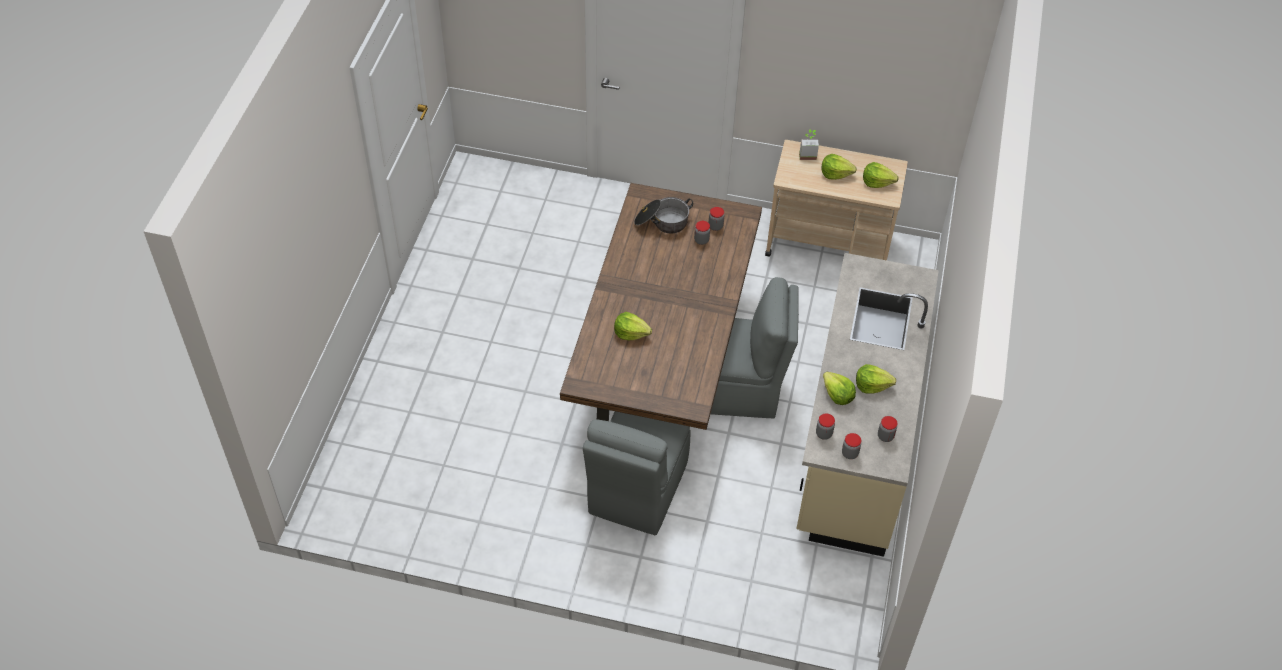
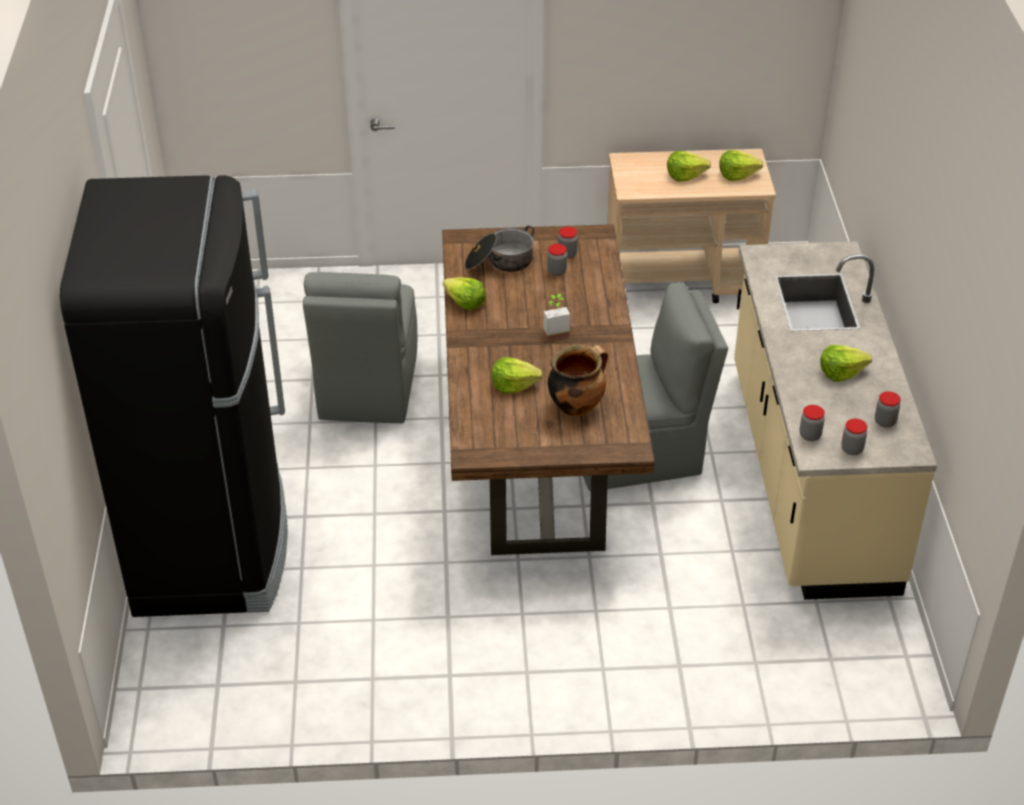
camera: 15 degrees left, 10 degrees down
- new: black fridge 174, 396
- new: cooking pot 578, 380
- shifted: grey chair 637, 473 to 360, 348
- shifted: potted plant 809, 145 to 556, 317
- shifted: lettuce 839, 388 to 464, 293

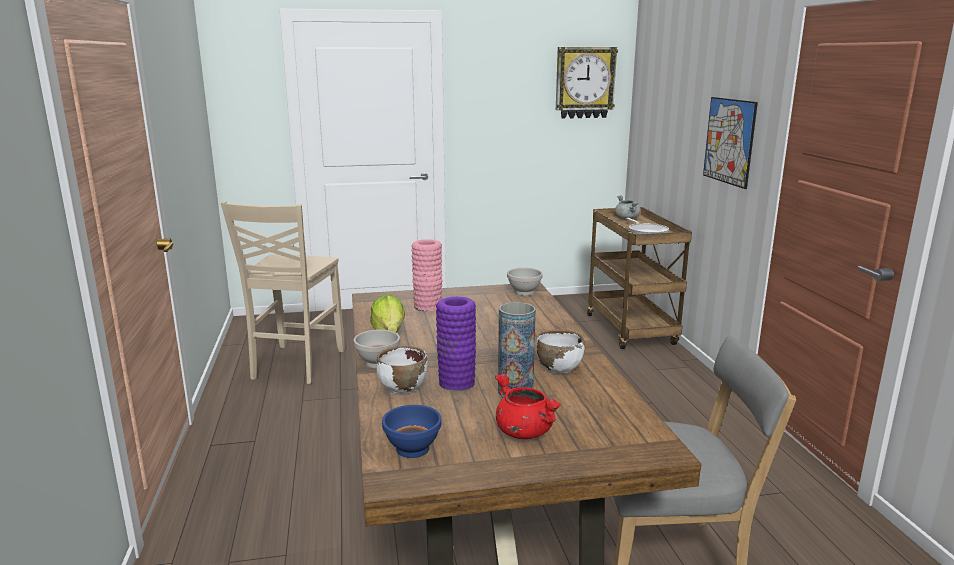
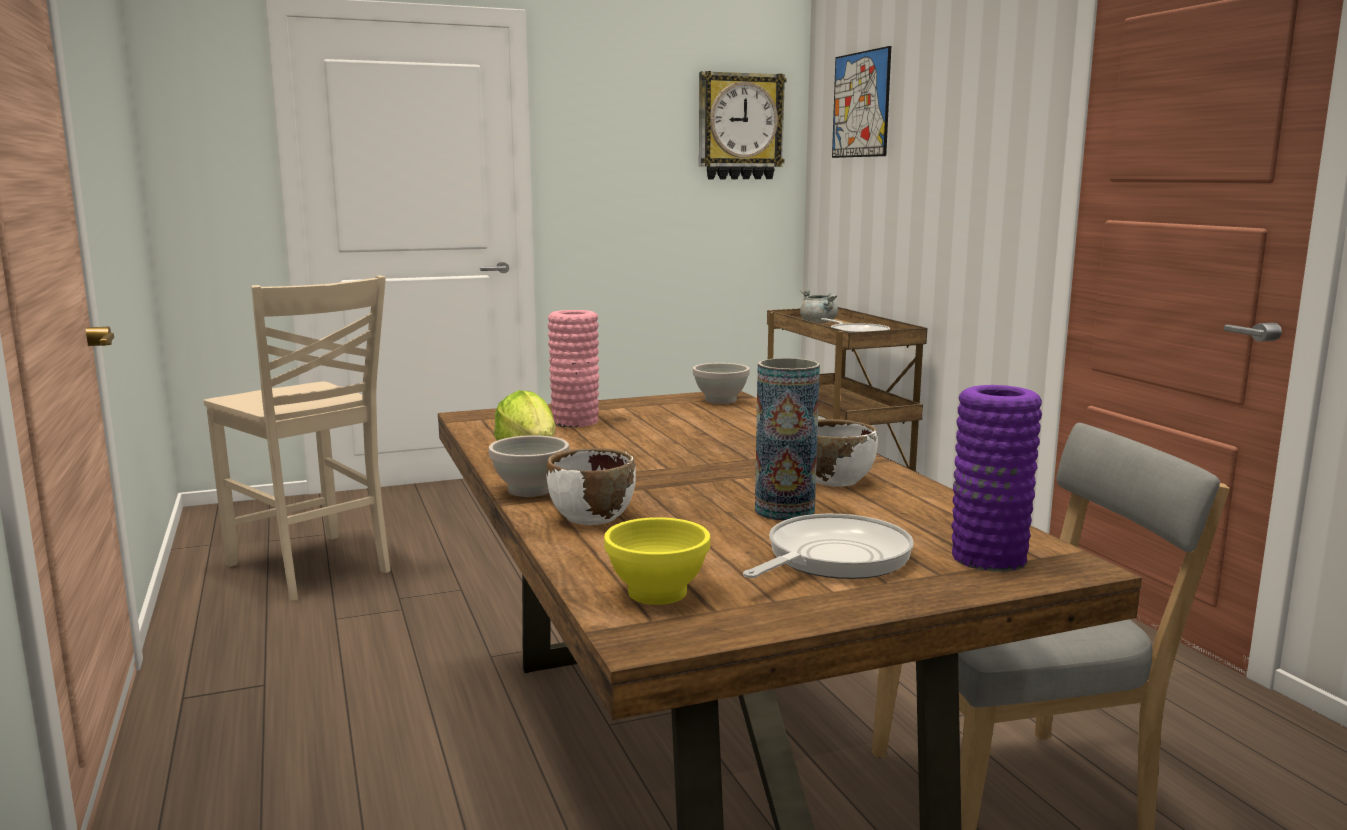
camera: 10 degrees left, 5 degrees down
- shifted: purple vase 456, 343 to 996, 478
- shifted: picture 730, 143 to 861, 102
- swapped: red cooking pot 528, 406 to frying pan 828, 546
- repainted: blue bowl 412, 431 to yellow bowl 657, 561
- rotated: beige chair 283, 293 = 297, 438 45 degrees counterclockwise

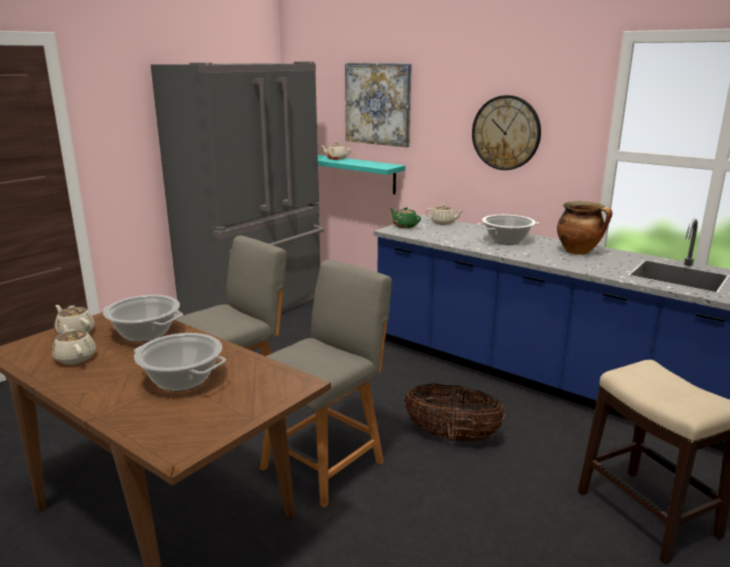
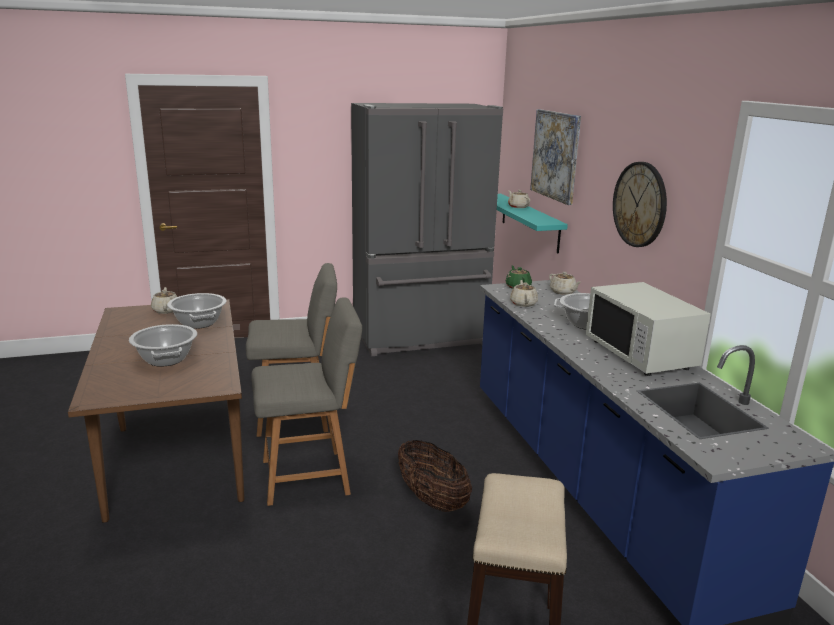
camera: 35 degrees right, 0 degrees up
- shifted: beige teapot 74, 345 to 524, 293
- swapped: cooking pot 584, 228 to white microwave 648, 329

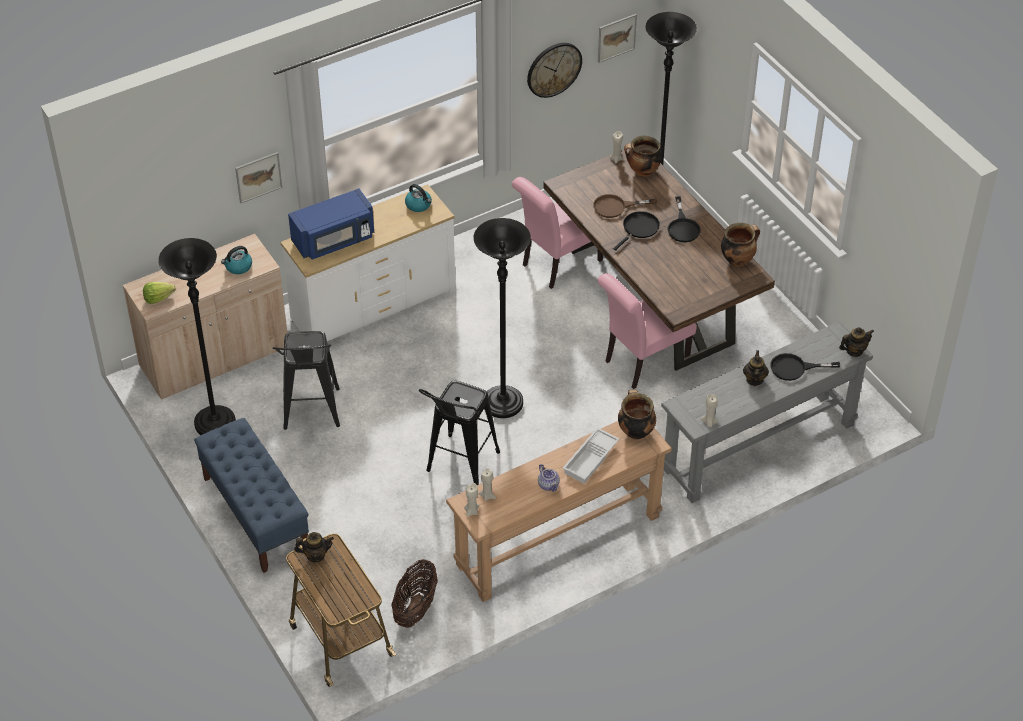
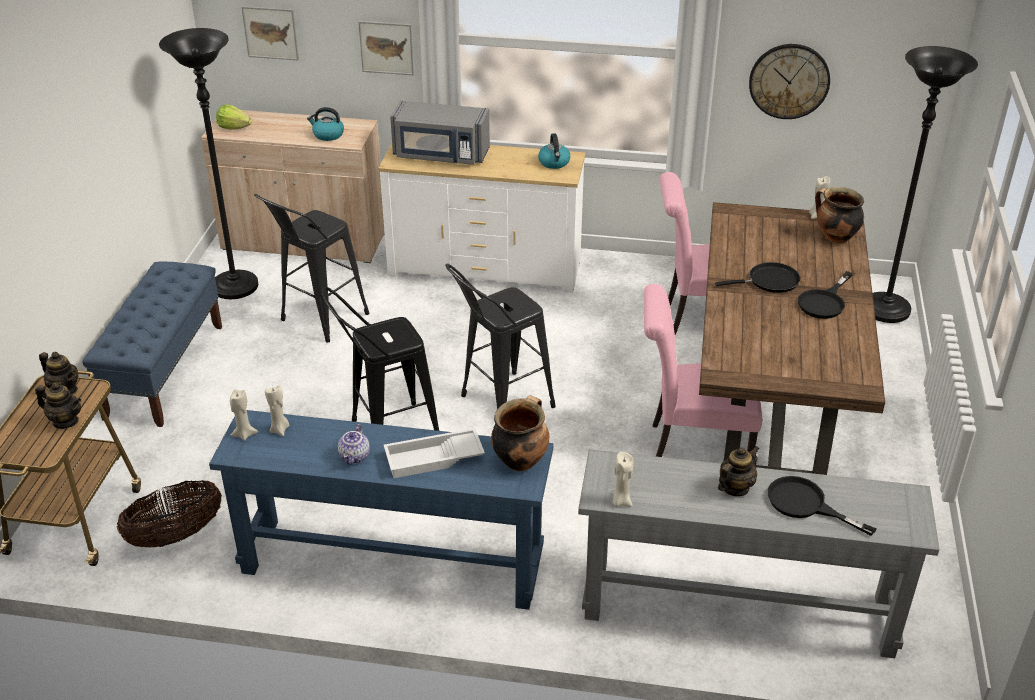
camera: 40 degrees right, 10 degrees down
- gone: brown frying pan 625, 206
- gone: cooking pot 740, 244
- shifted: picture 617, 38 to 270, 33
- shifted: teapot 856, 342 to 58, 405
- swapped: black floor lamp 502, 318 to black stool 500, 336
- repainted: blue microwave 331, 224 to grey microwave 440, 132
- repainted: brown console table 559, 511 to blue console table 381, 510

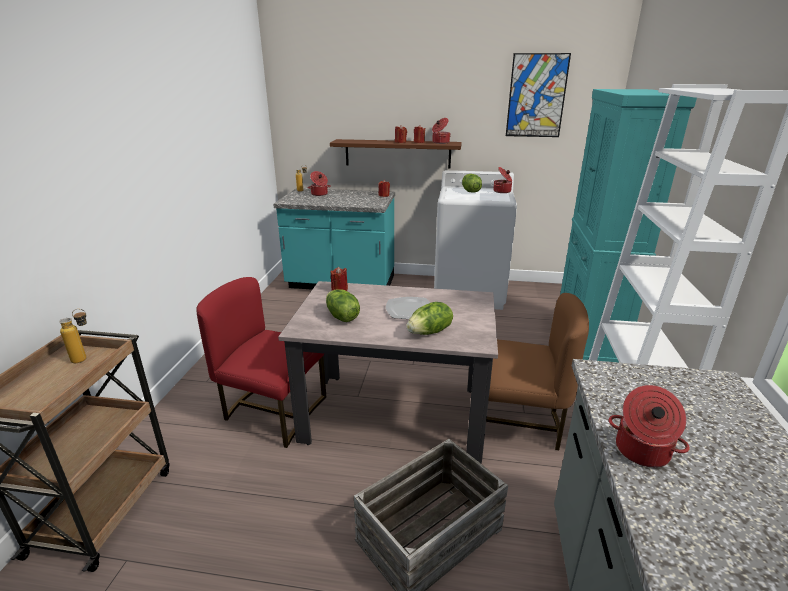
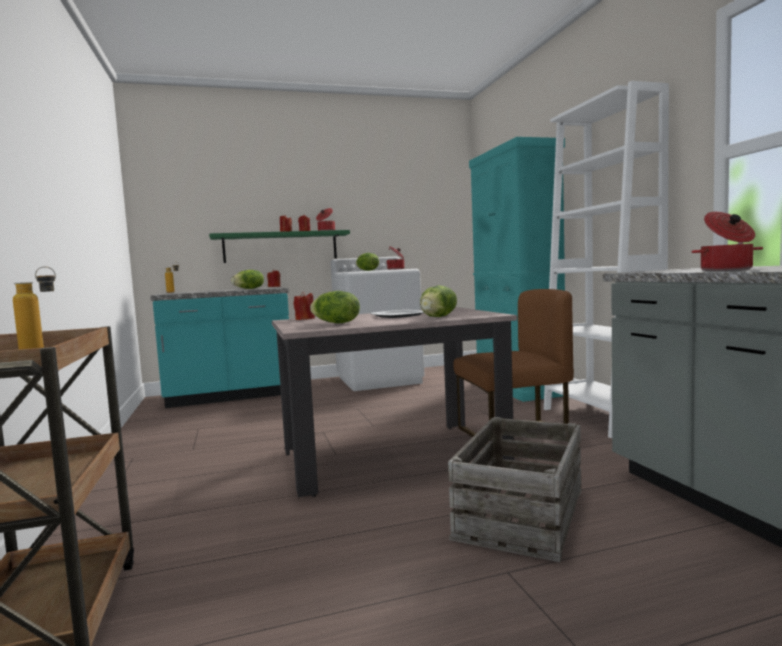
camera: 25 degrees left, 20 degrees down
- gone: red chair 261, 362
- gone: cooking pot 319, 183
- gone: picture 538, 95
- new: lettuce 247, 279
- repainted: brown shelf 396, 154 to green shelf 279, 246

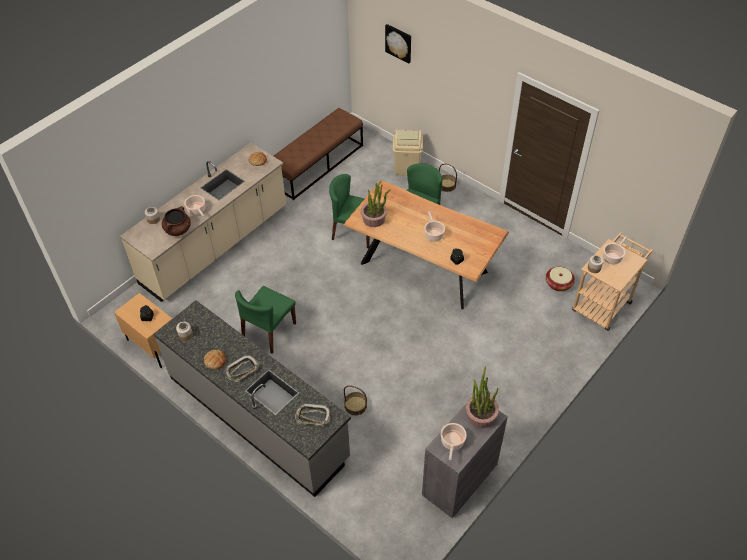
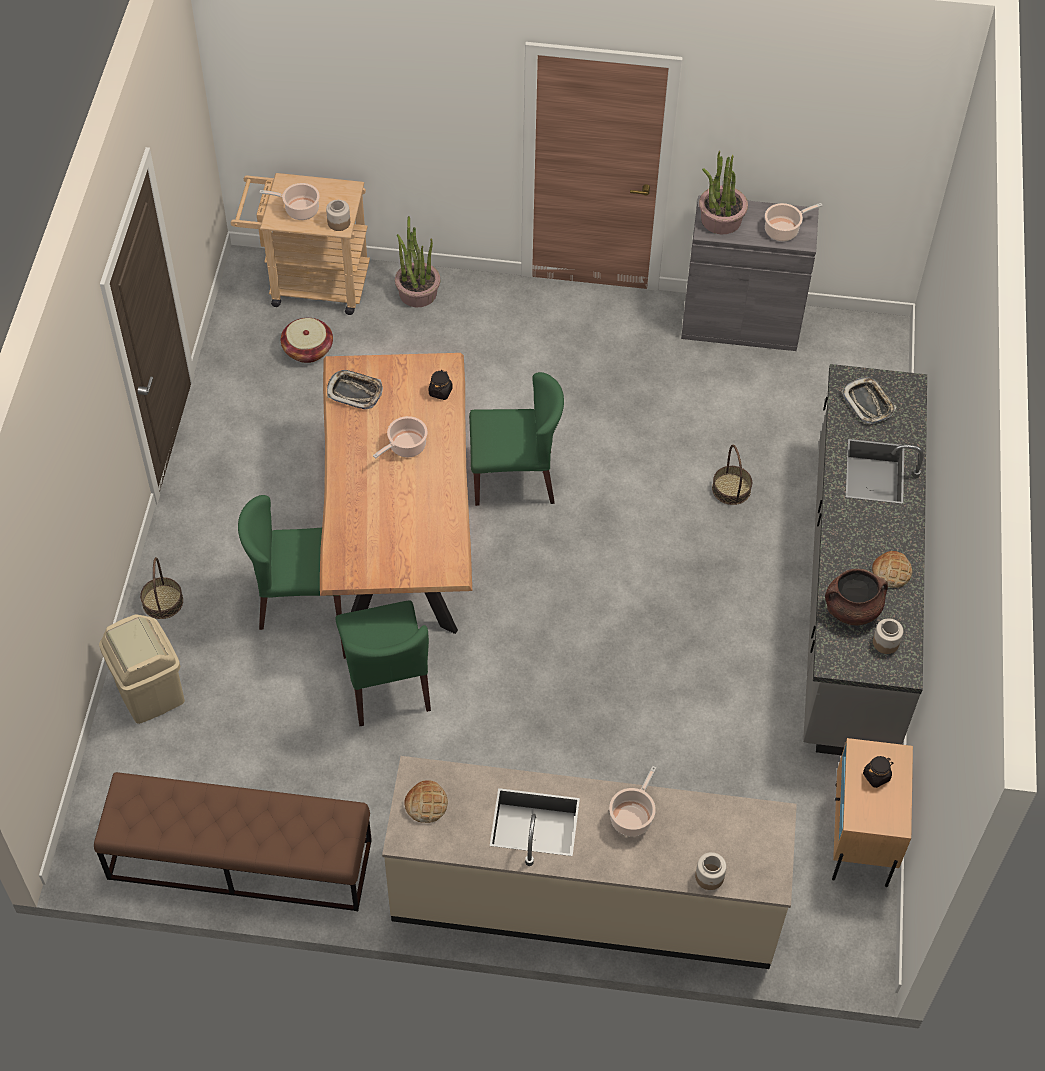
camera: 125 degrees left, 5 degrees up
- gone: picture 398, 43
- shifted: brown cooking pot 176, 221 to 856, 597
- shifted: tray 242, 368 to 355, 389
- shifted: green chair 265, 320 to 516, 439
- shifted: potted plant 375, 204 to 417, 262

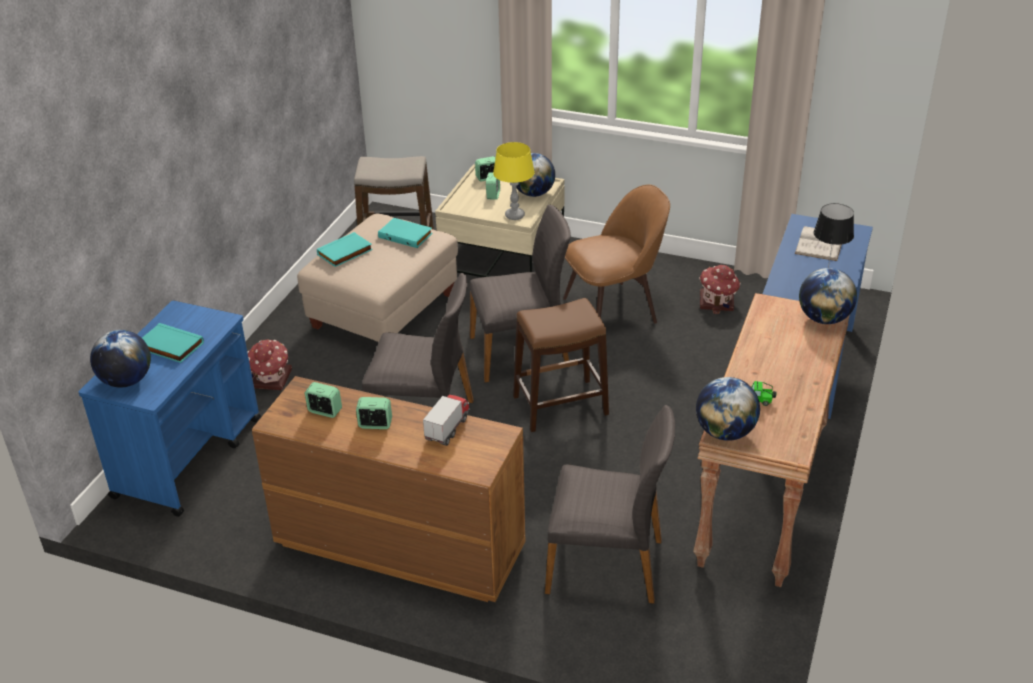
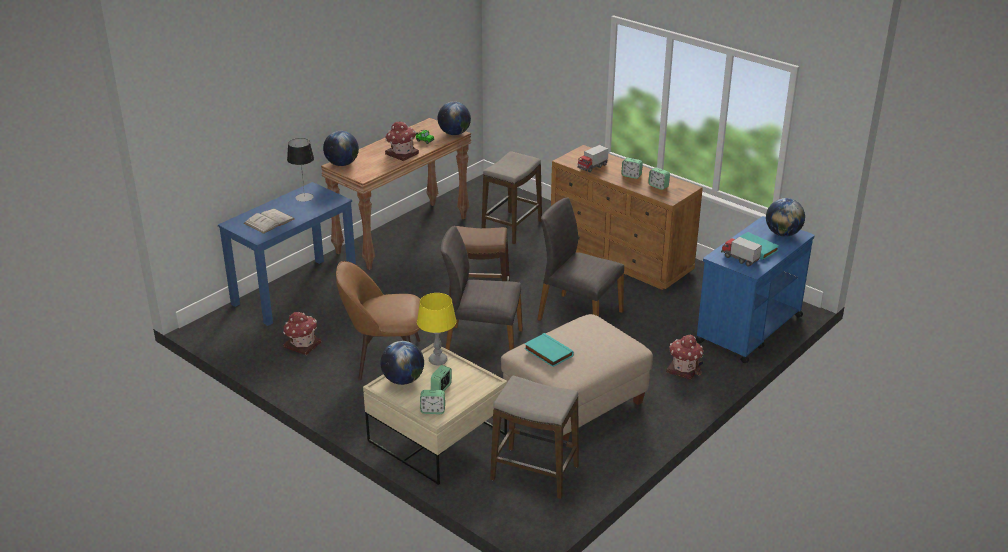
camera: 160 degrees left, 5 degrees down
- gone: turquoise book 345, 249
- new: toy house 402, 141
- new: toy truck 741, 252
- swapped: grey chair 610, 504 to stool 512, 197

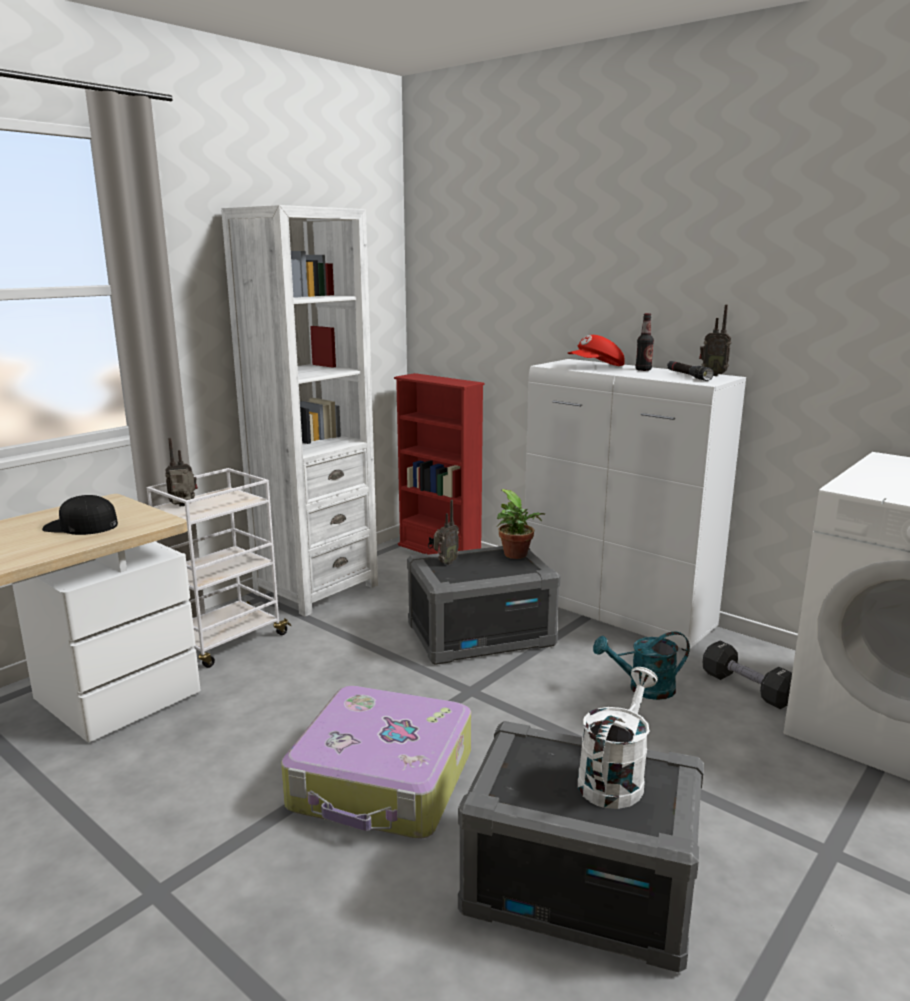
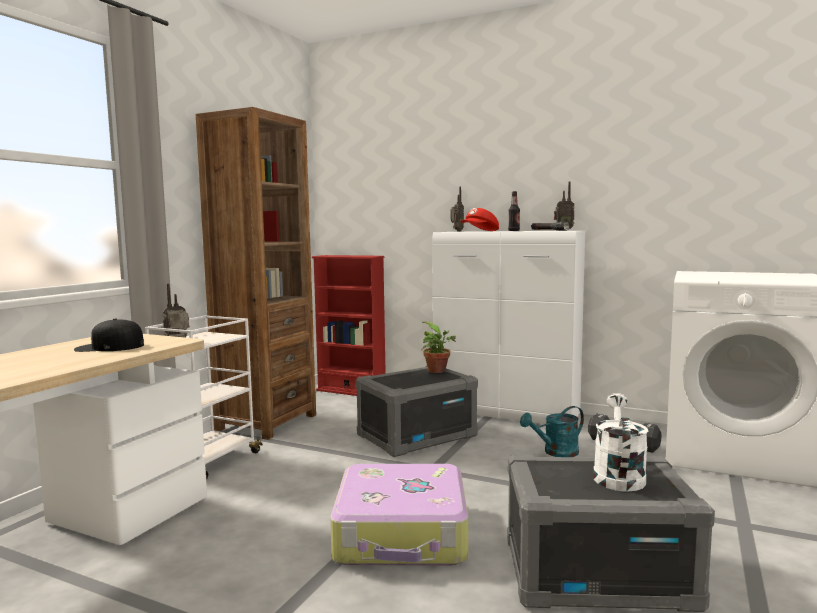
camera: 15 degrees left, 10 degrees down
- shifted: radio 446, 532 to 457, 208
- repainted: white bookcase 299, 411 to brown bookcase 255, 273

